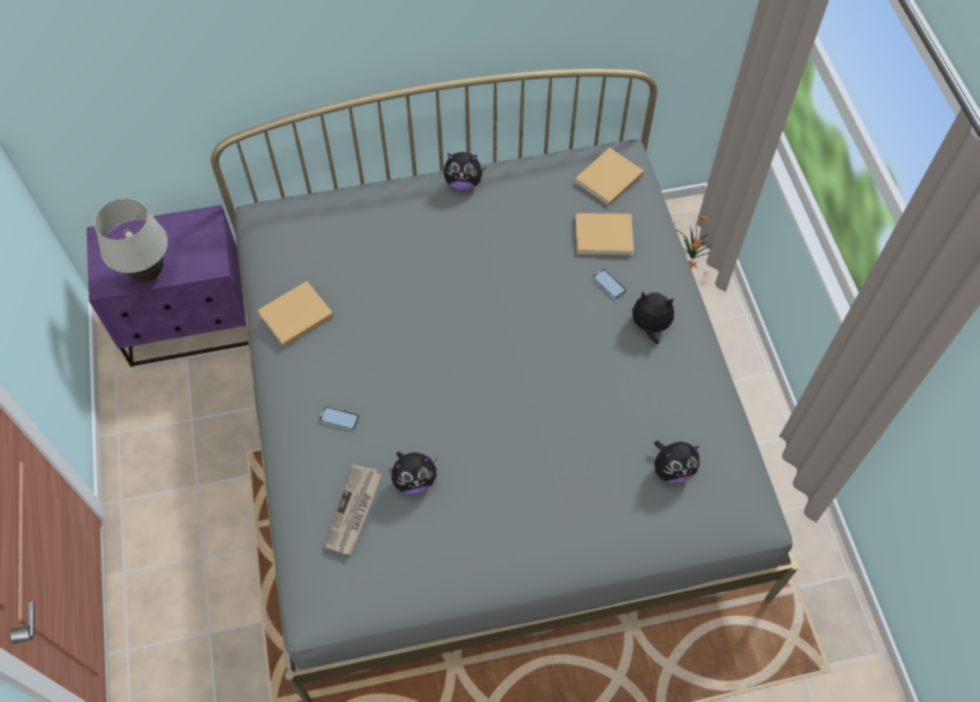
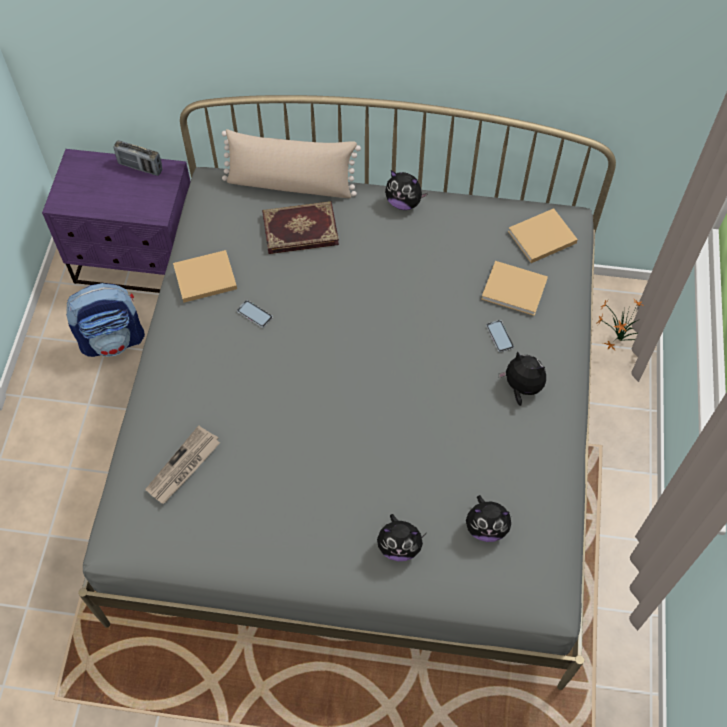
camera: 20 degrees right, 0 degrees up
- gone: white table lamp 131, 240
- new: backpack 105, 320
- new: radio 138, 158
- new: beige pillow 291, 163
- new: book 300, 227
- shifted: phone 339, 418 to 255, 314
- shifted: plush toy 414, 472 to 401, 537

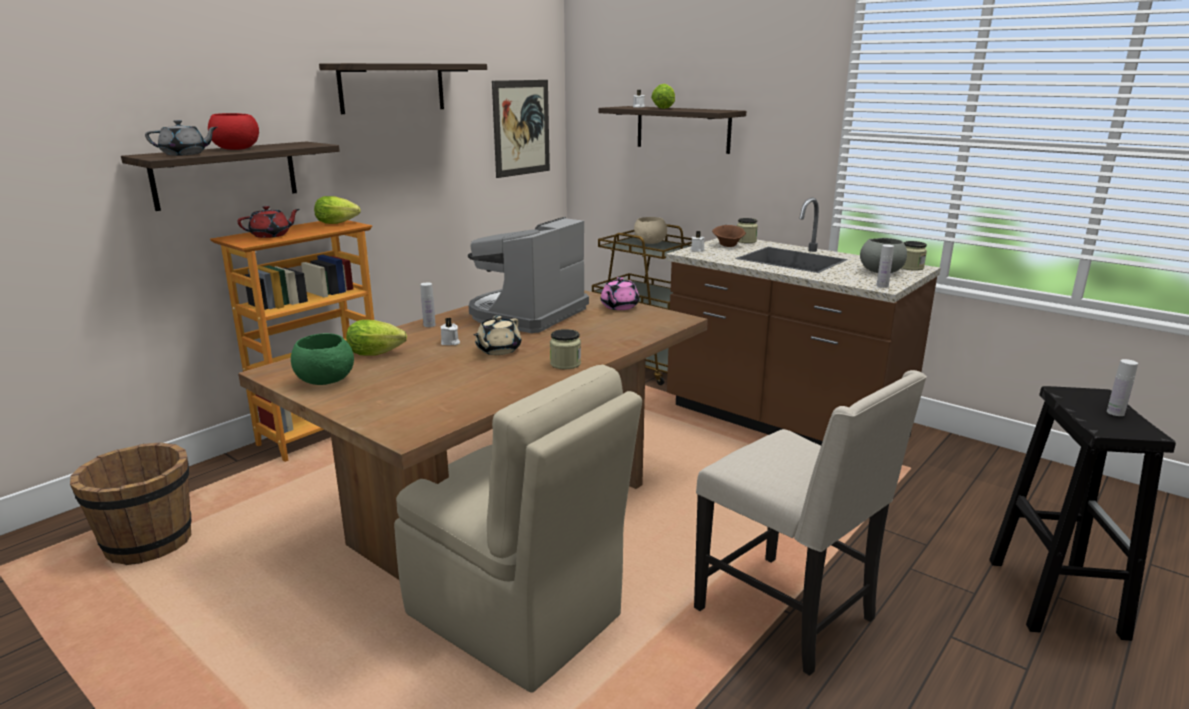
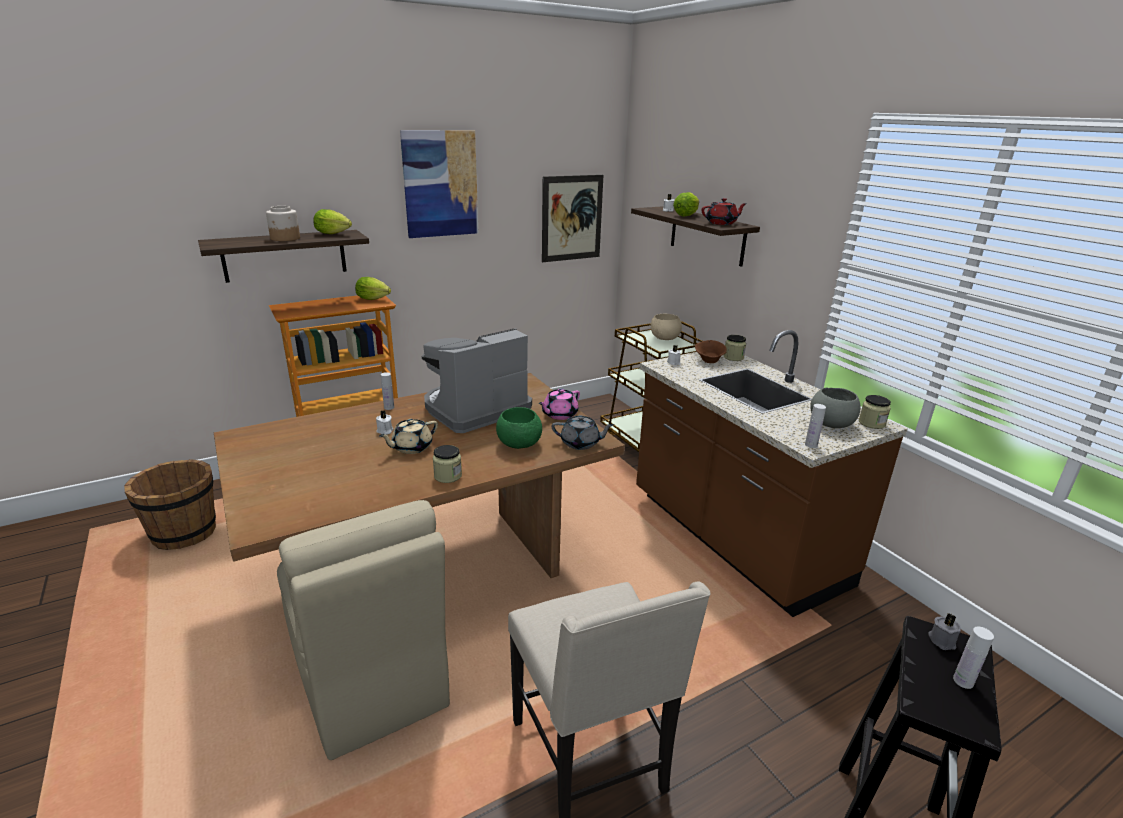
camera: 20 degrees right, 5 degrees up
- new: grey candle 944, 631
- shifted: grey teapot 181, 137 to 582, 432
- shifted: red teapot 268, 222 to 724, 211
- shifted: green bowl 322, 359 to 519, 428
- shifted: lettuce 376, 338 to 332, 221
- swapped: red bowl 233, 131 to jar 283, 223
- swapped: shelf 403, 88 to picture 439, 184

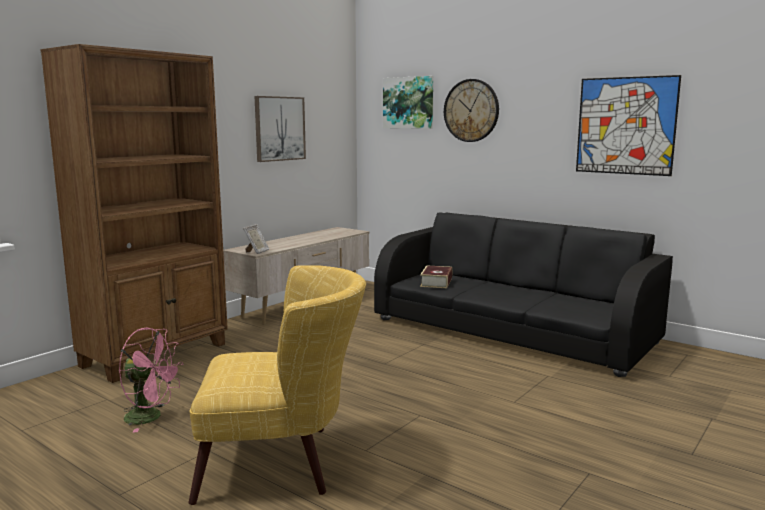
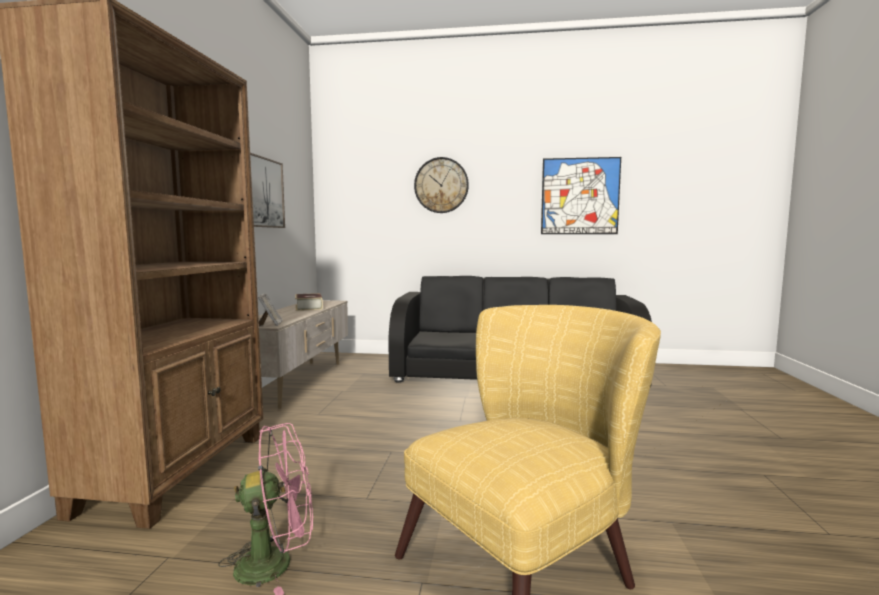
camera: 30 degrees left, 5 degrees down
- gone: picture 408, 102
- shifted: book 436, 276 to 309, 302

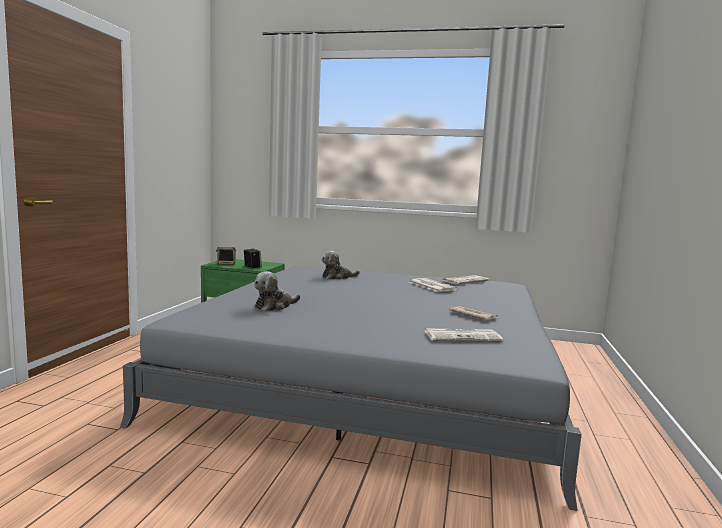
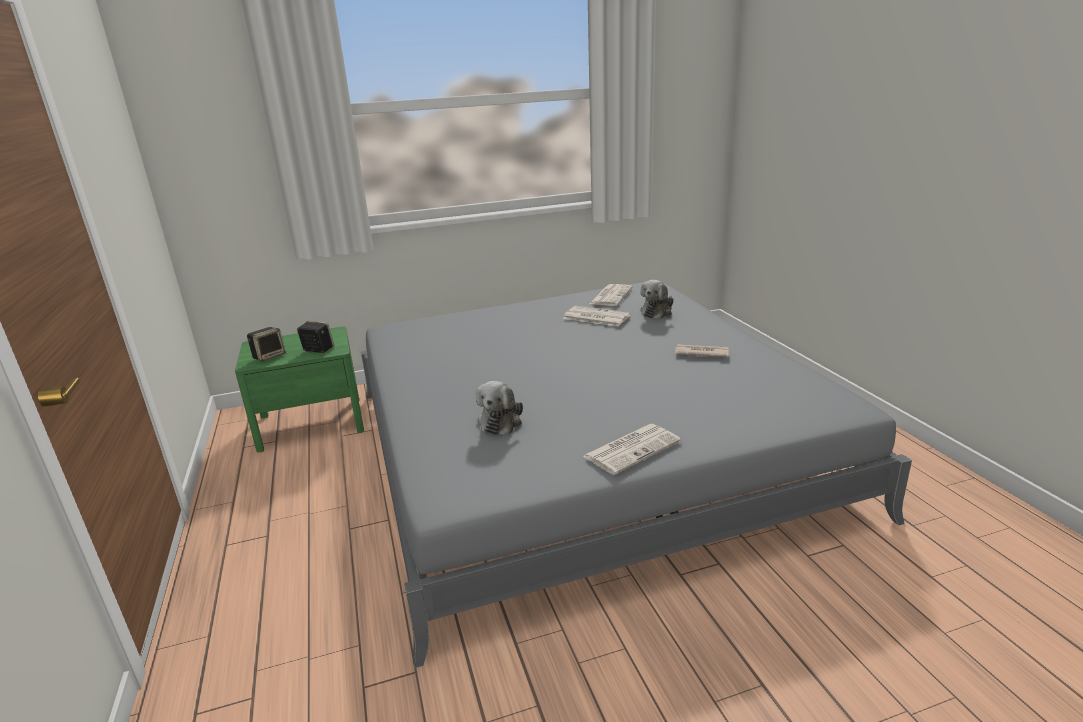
camera: 30 degrees left, 15 degrees up
- shifted: plush toy 341, 265 to 657, 299
- shifted: newspaper 464, 335 to 632, 449

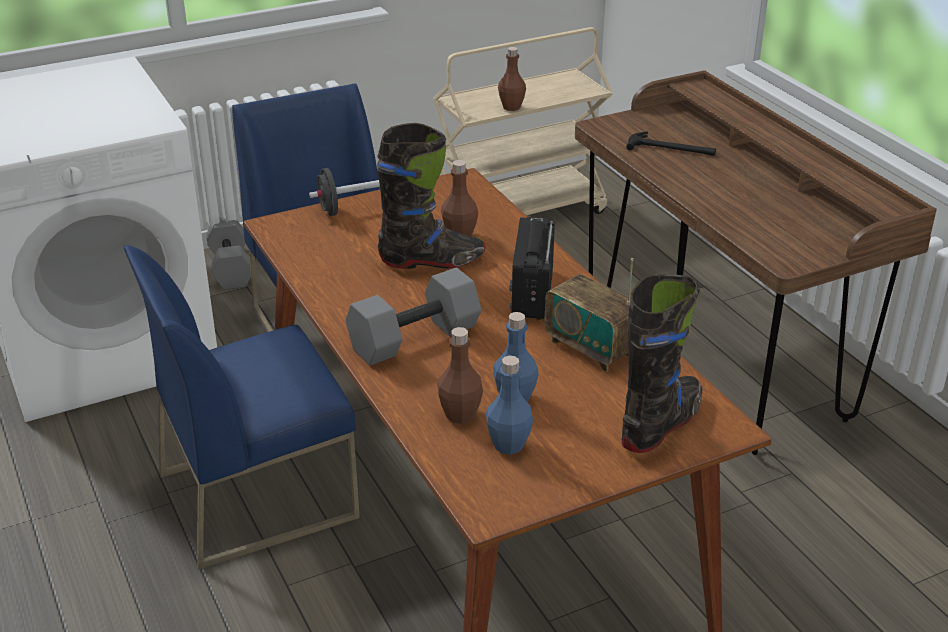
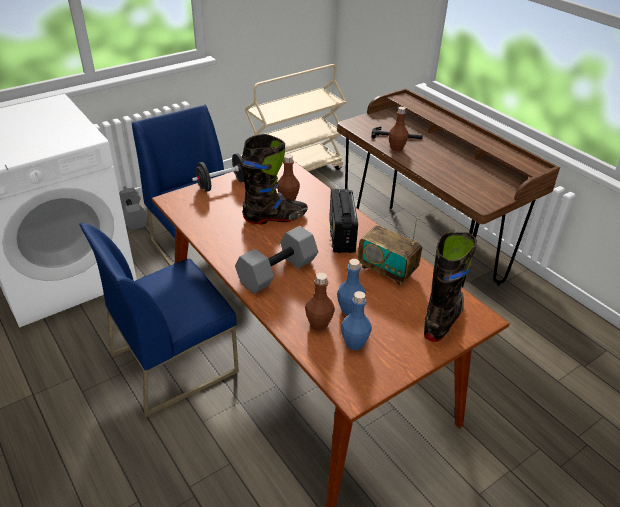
camera: 10 degrees left, 5 degrees up
- shifted: brown bottle 512, 79 to 399, 129

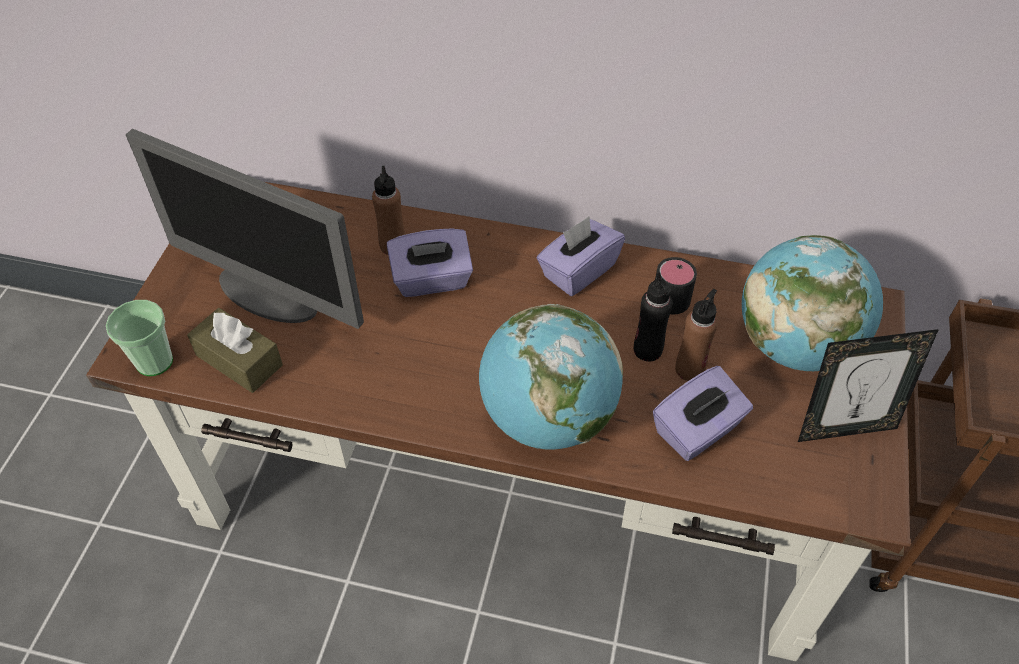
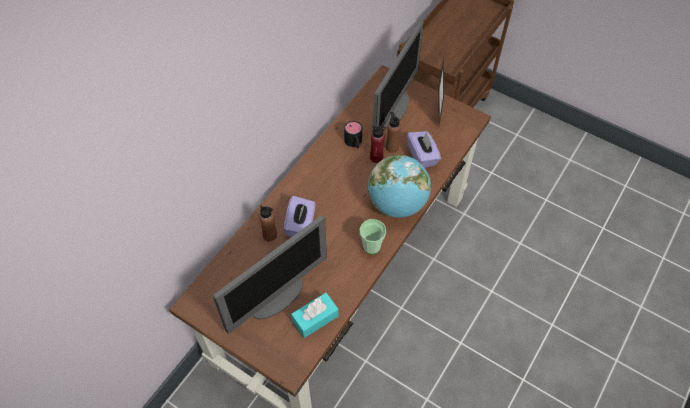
camera: 70 degrees left, 5 degrees up
- gone: purple tissue box 581, 256
- shifted: cup 139, 338 to 373, 236
- swapped: globe 812, 303 to monitor 398, 77
- repainted: brown tissue box 235, 350 to turquoise tissue box 315, 315
- repainted: black bottle 653, 316 to red bottle 378, 144

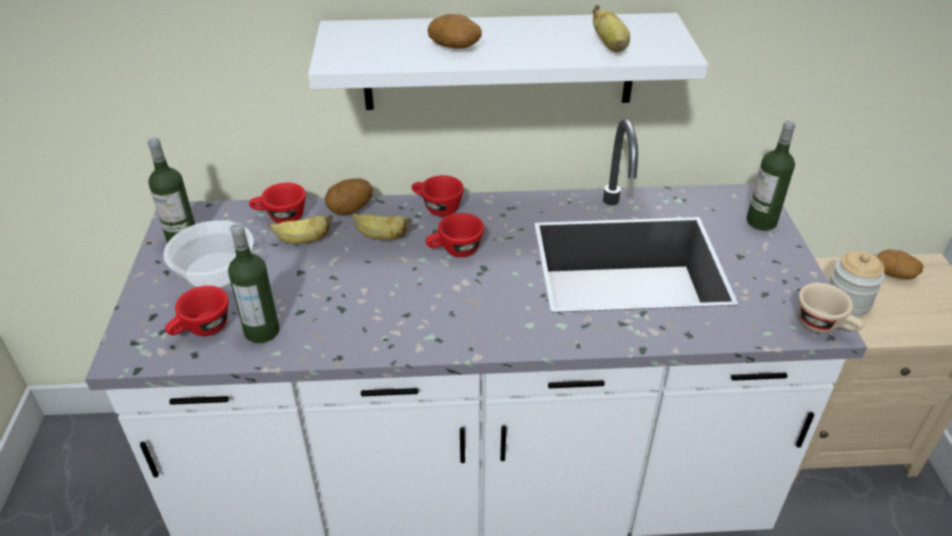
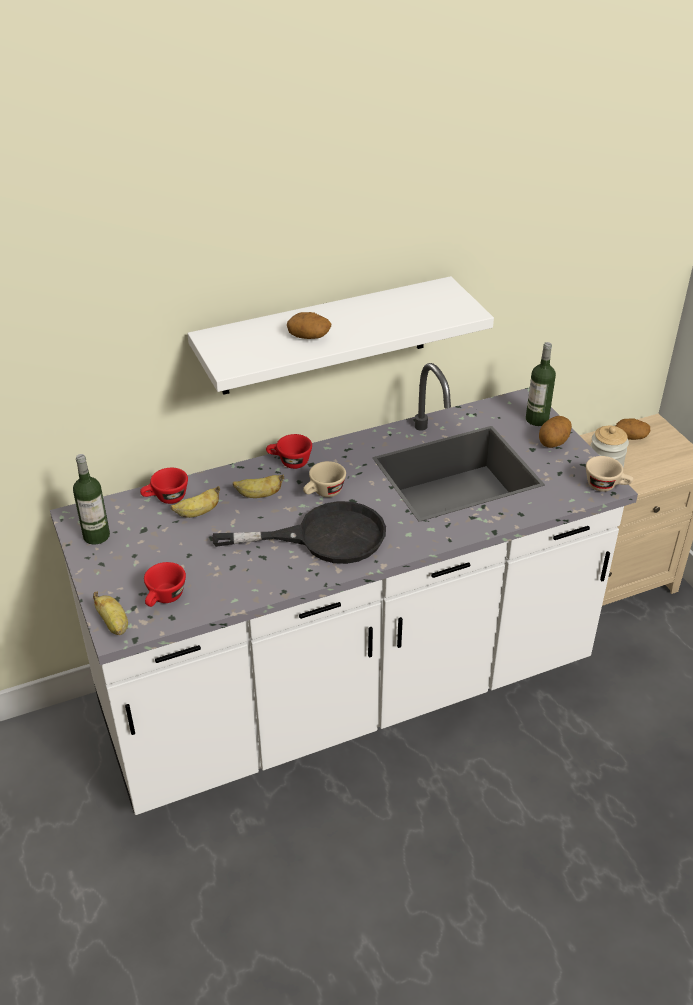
camera: 20 degrees left, 0 degrees up
- gone: bowl 208, 255
- gone: bottle 254, 283
- new: black frying pan 299, 532
- shifted: potato 349, 196 to 555, 432
- shifted: banana 611, 29 to 110, 613
- repainted: red cup 455, 235 to beige cup 324, 479

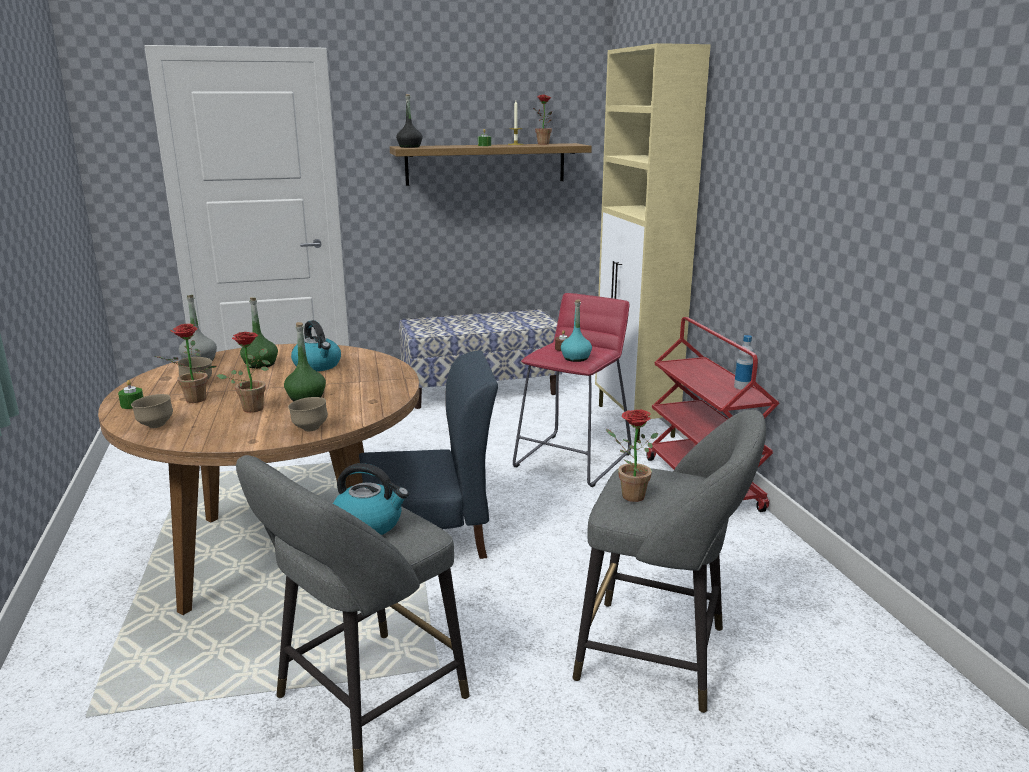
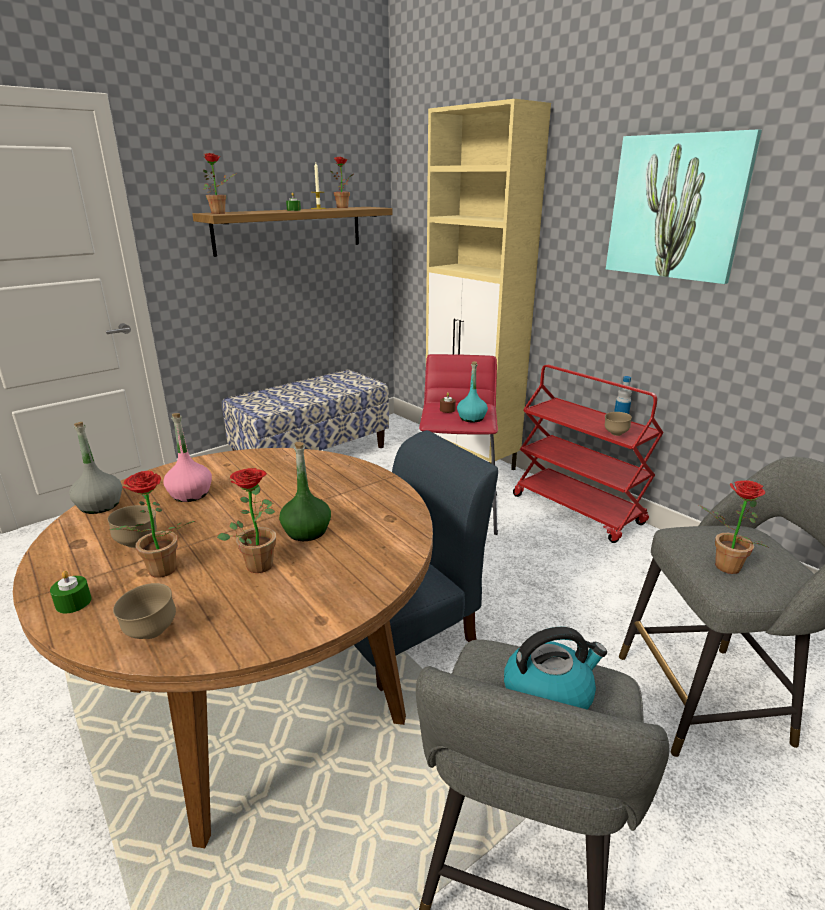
camera: 25 degrees left, 5 degrees up
- gone: kettle 316, 346
- new: picture 684, 206
- shifted: brown bowl 308, 414 to 618, 424
- swapped: black bottle 409, 121 to potted plant 220, 183
- repainted: green bottle 259, 333 to pink bottle 187, 457

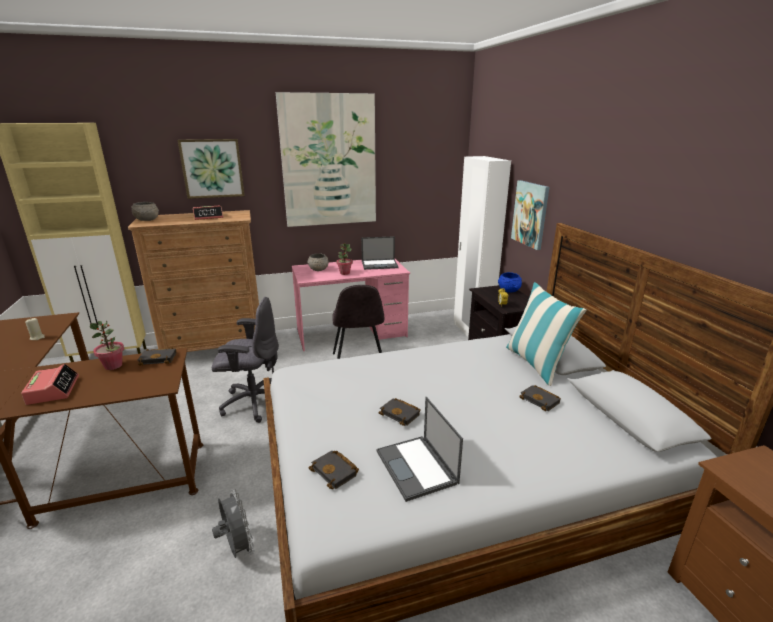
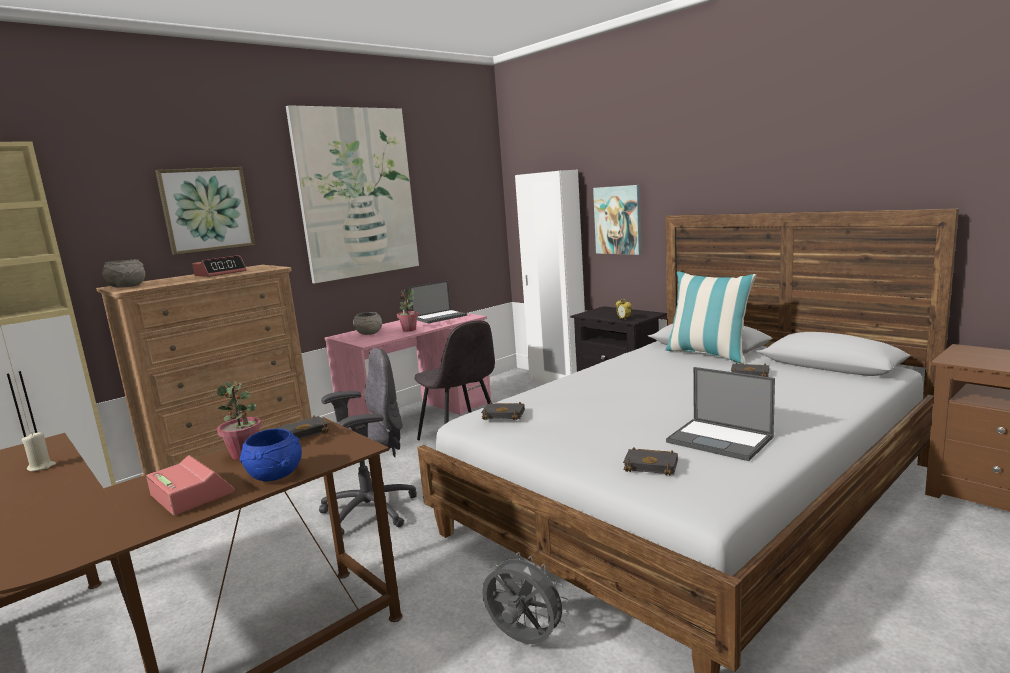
camera: 25 degrees left, 10 degrees down
- shifted: black book 400, 412 to 503, 411
- shifted: blue bowl 510, 282 to 271, 455

